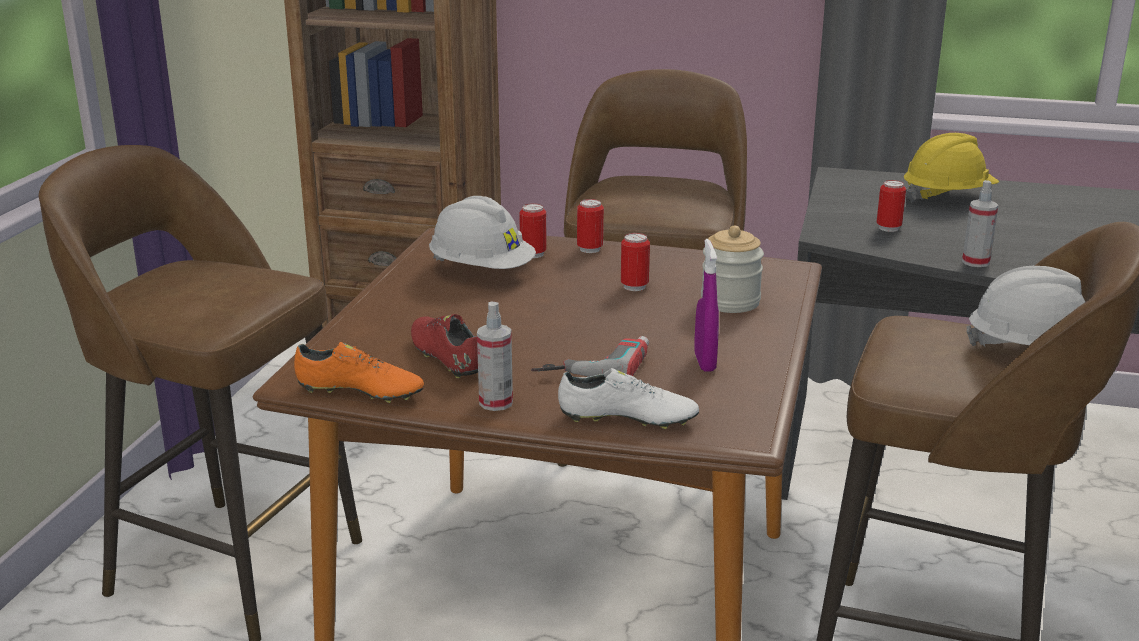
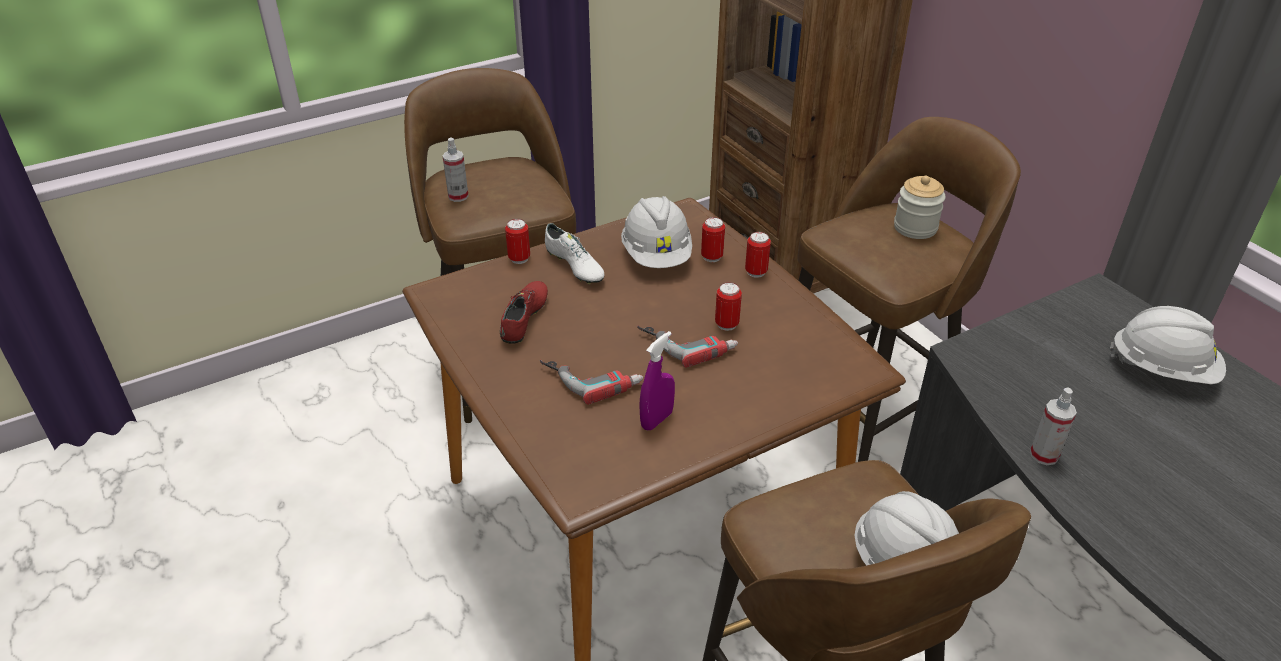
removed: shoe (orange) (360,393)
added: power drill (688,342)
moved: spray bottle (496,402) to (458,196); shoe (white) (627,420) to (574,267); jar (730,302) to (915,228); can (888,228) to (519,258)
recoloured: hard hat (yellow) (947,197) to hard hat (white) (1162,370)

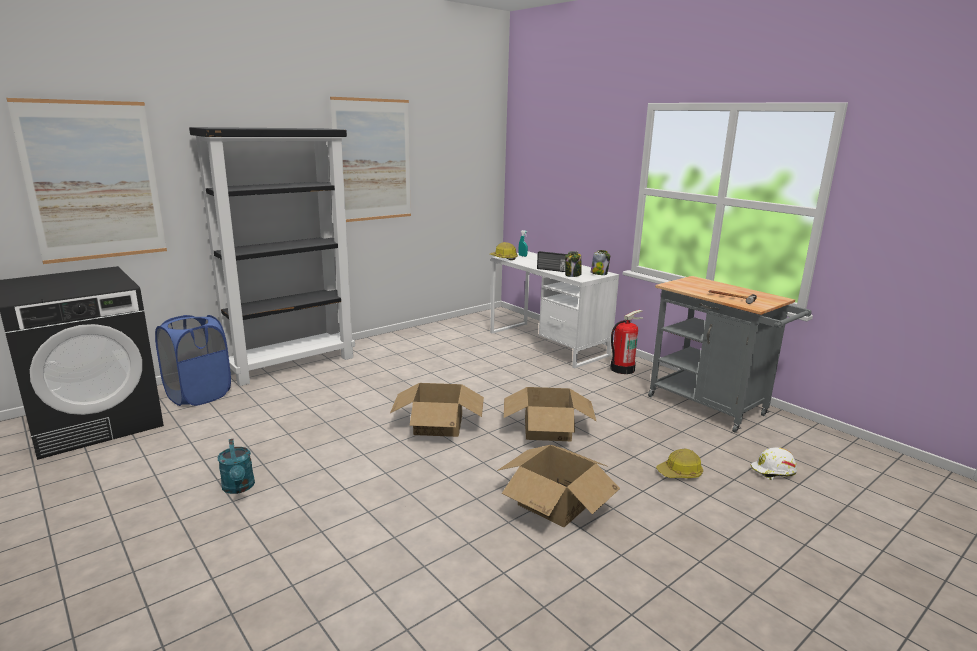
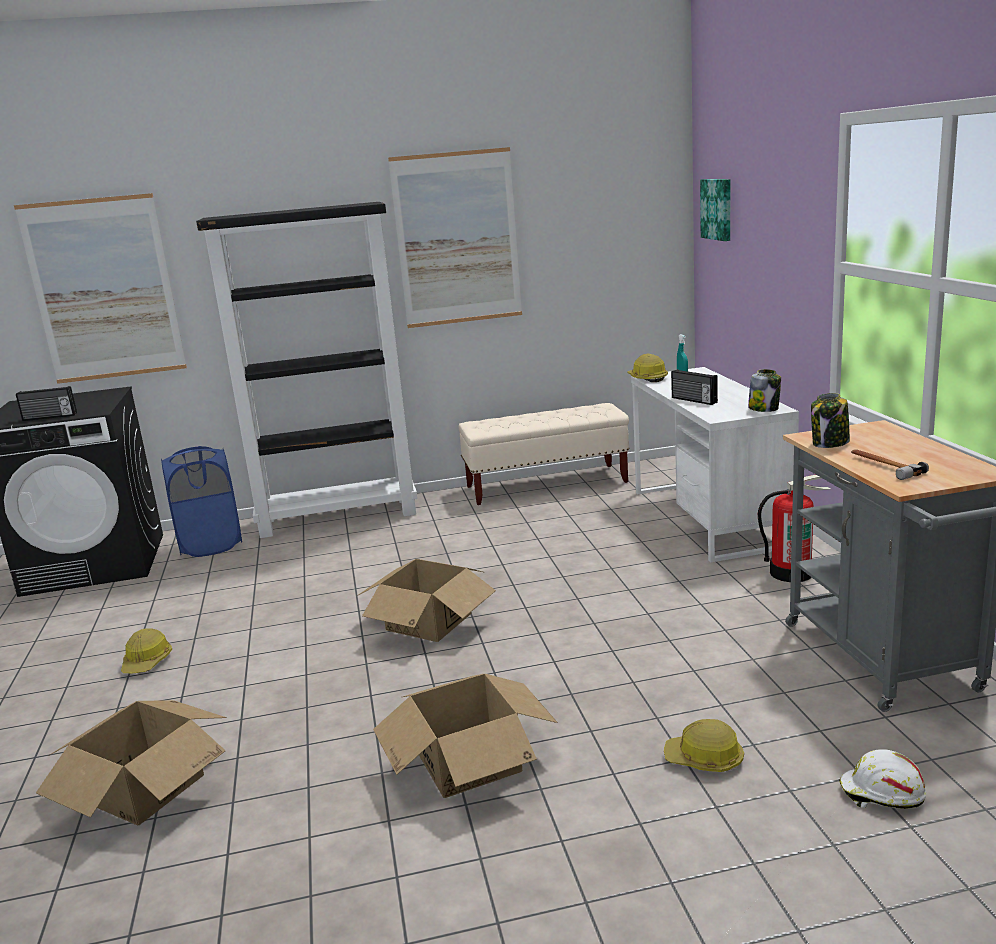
added: radio (49,417); bench (beige) (547,485); picture (718,209)
moved: cardboard box (547,429) to (145,787); jar (573,275) to (830,443)
replaced: watering can (turquoise) (239,488) to hard hat (147,662)

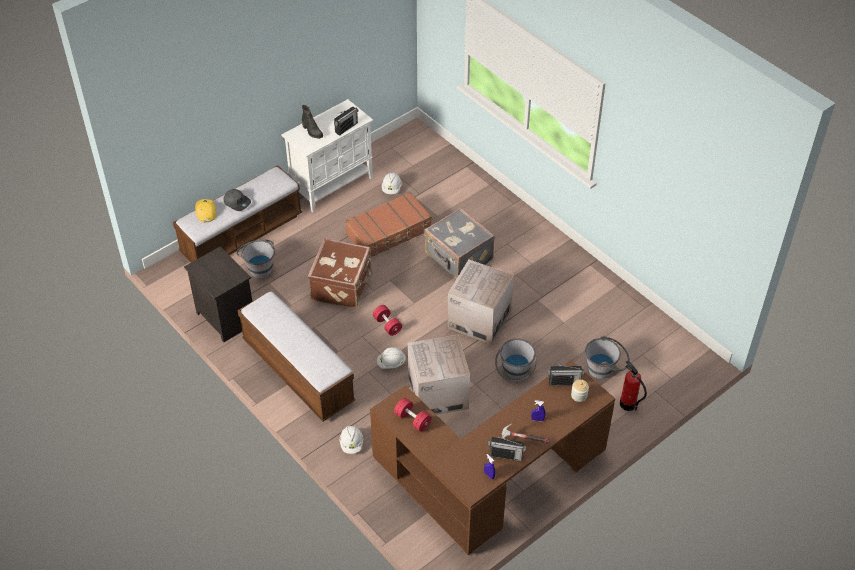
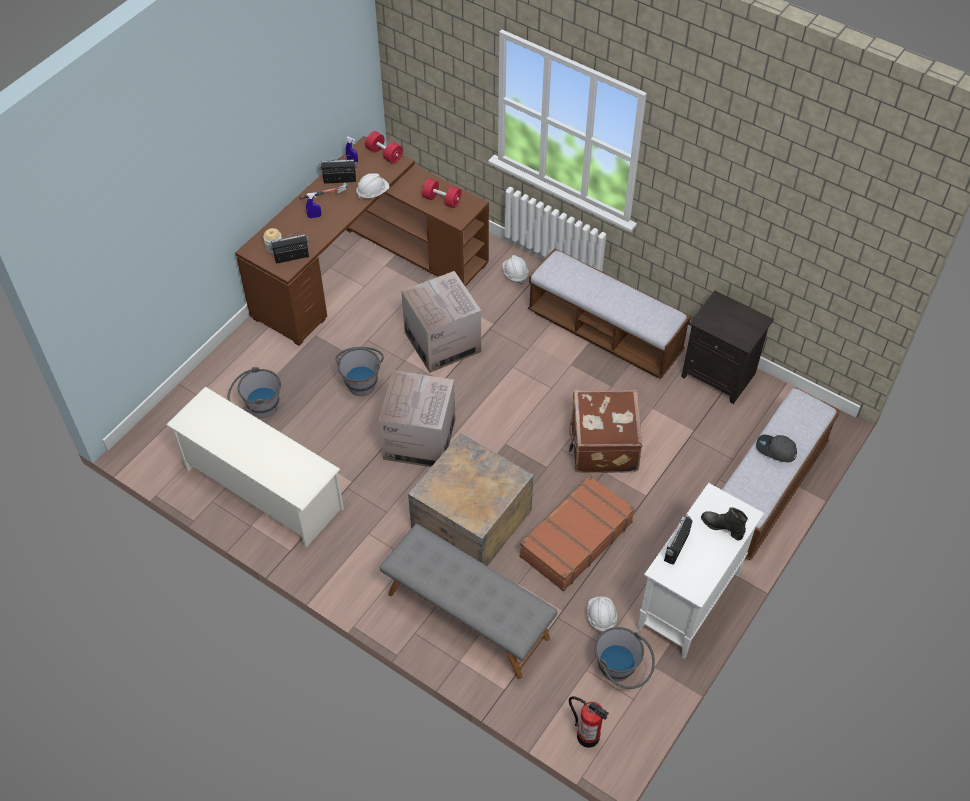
removed: cap (yellow) (205,212)
added: shoe rack (white) (262,489); bench (grey) (467,616)
moved: bucket (grey) (258,267) to (621,671); dumbbell (red) (387,325) to (384,154); hard hat (white) (391,363) to (373,192); fire extinguisher (627,404) to (588,736)
replaced: suitcase (grey) (458,258) to crate (469,519)

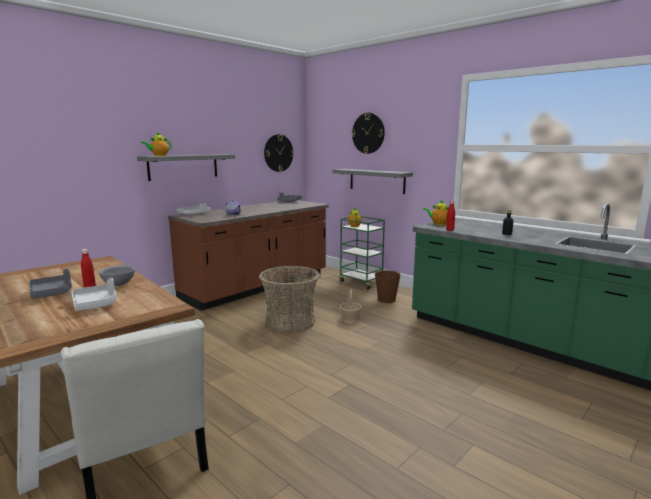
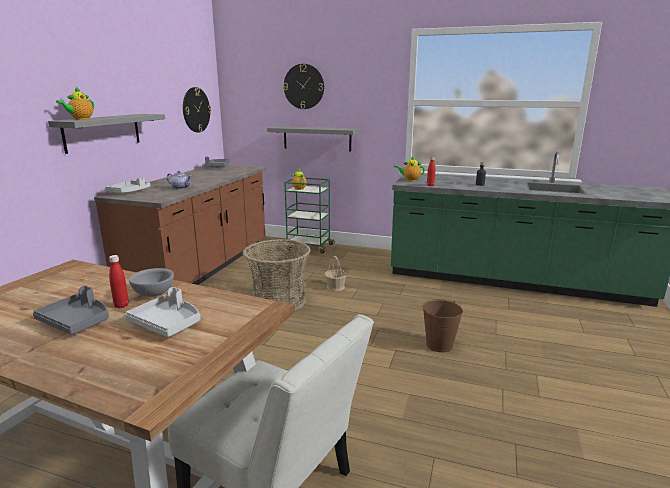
moved: bucket (brown) (386,300) to (439,345)

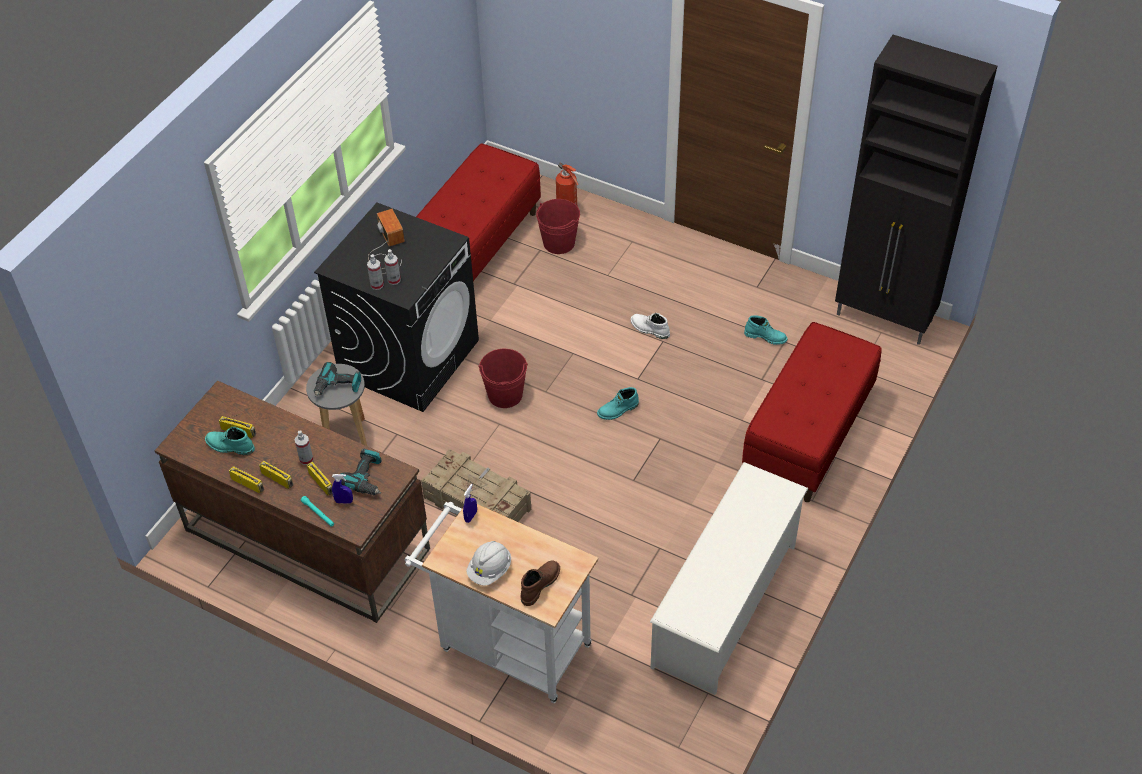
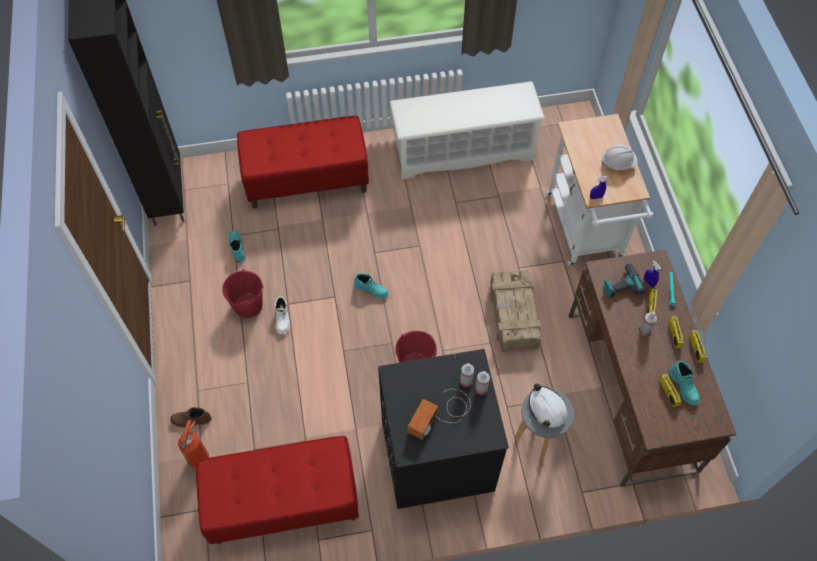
moved: boot (brown) (539,584) to (191,420); bucket (red) (559,243) to (248,305)
replaced: power drill (338,386) to hard hat (white) (547,408)

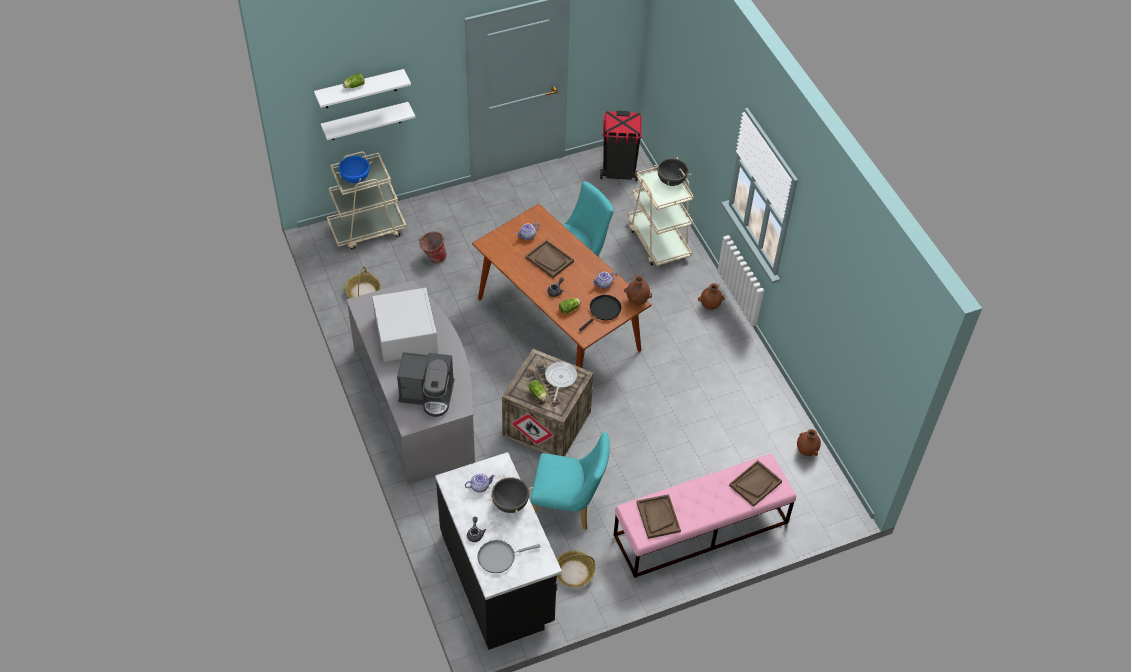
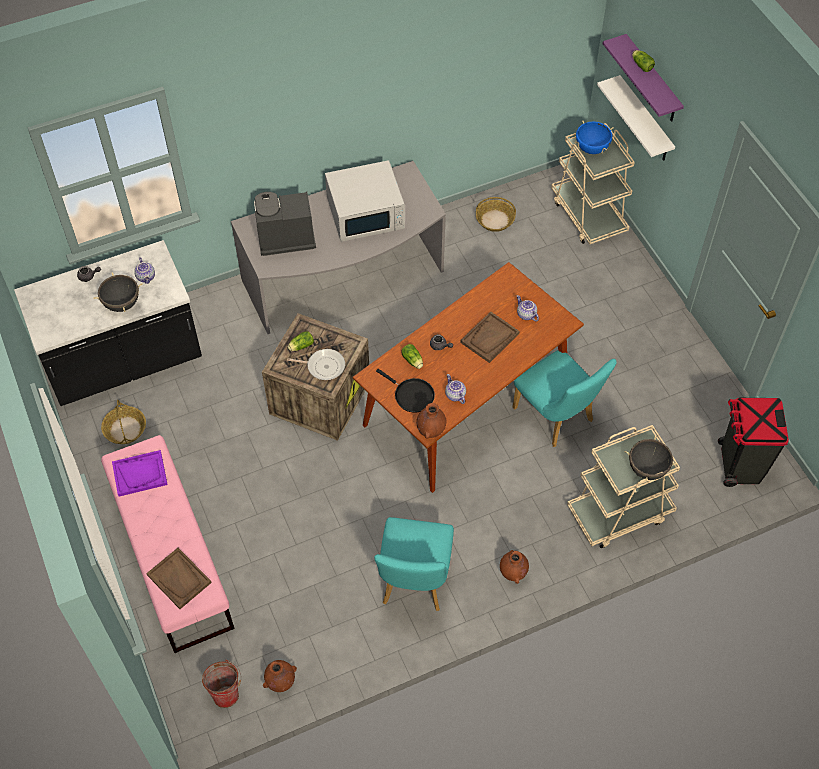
removed: frying pan (grey) (499,557)
moved: bucket (433,258) to (226,691); chair (turquoise) (568,507) to (414,583)
recoloured: shelf (white) (360,89) to shelf (purple) (652,80); tray (brown) (658,517) to tray (purple) (140,474)
turned: coffee machine (428,395) = (284,238) 75 degrees clockwise

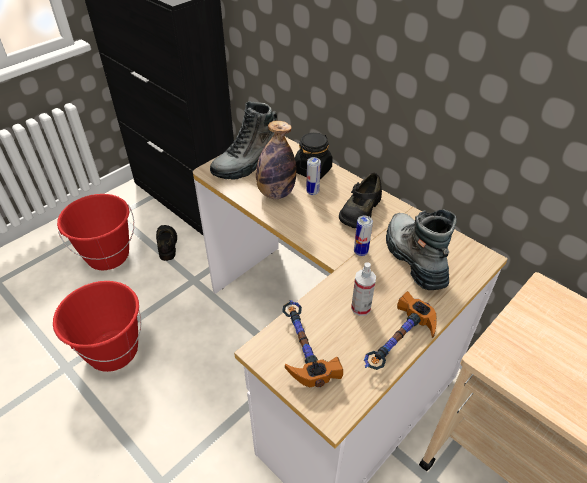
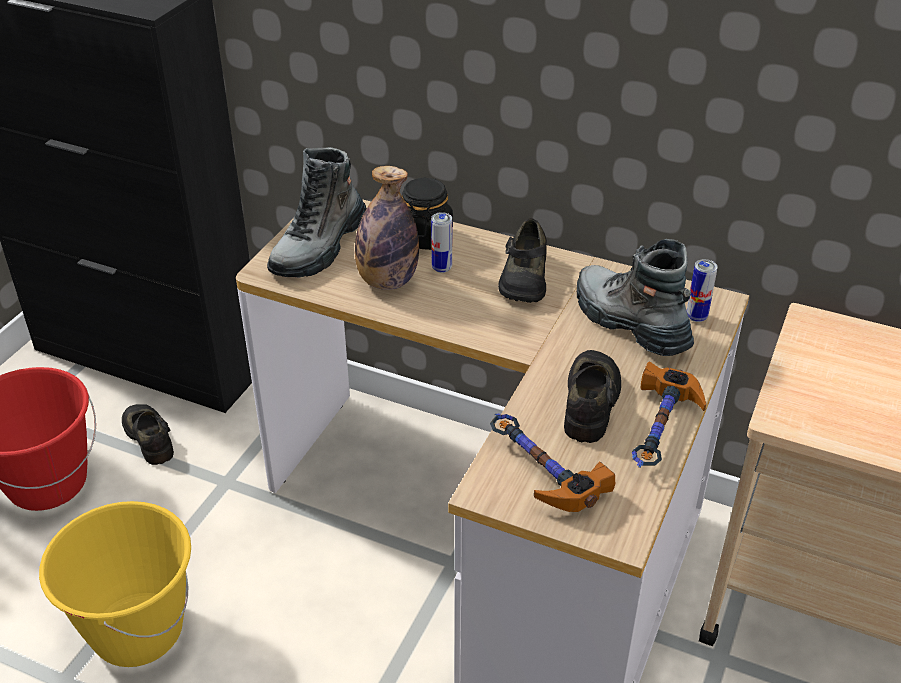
moved: can (360,252) to (696,317)
replaced: spray bottle (361,308) to shoe (black) (591,402)
recoloured: bucket (red) (113,351) to bucket (yellow) (137,631)

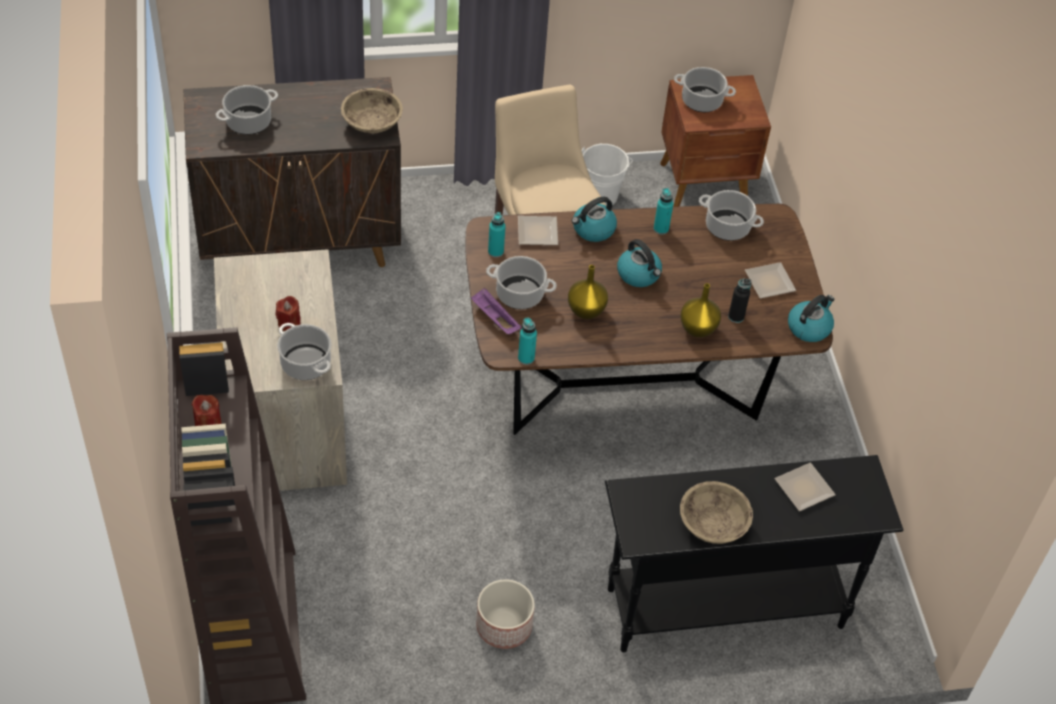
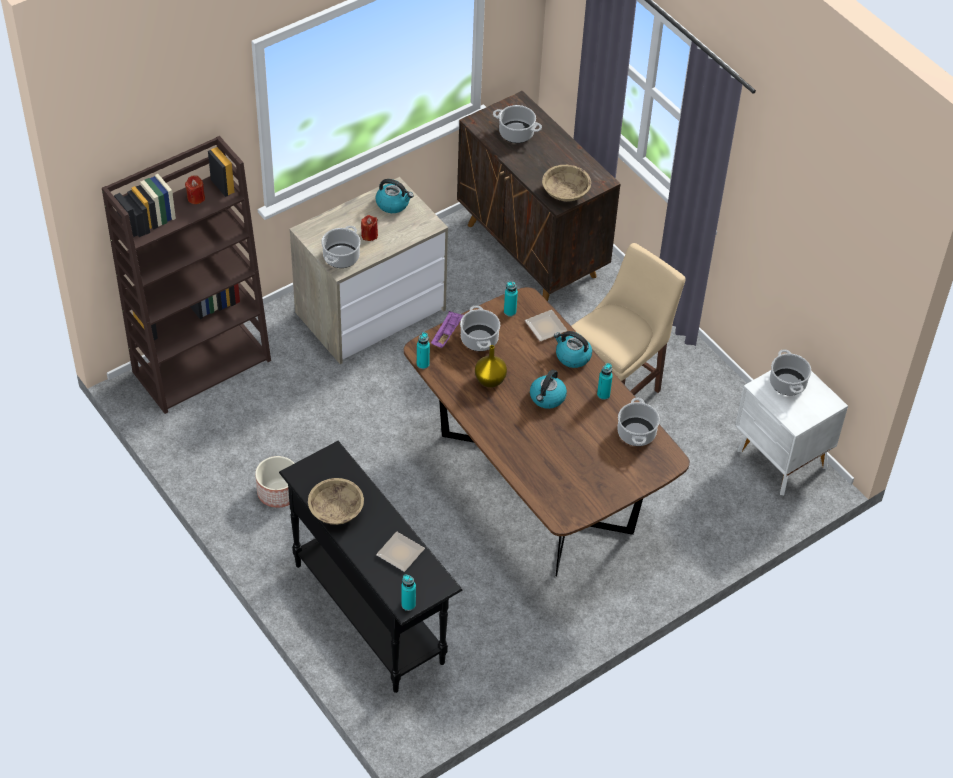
removed: bucket (white) (602,193); vase (yellow) (697,328); bottle (black) (736,317); plate (771,283)
added: bottle (turquoise) (408,605)
moved: kettle (809,327) to (393,204)
recoloured: nightstand (brown) (705,185) to nightstand (white) (781,460)

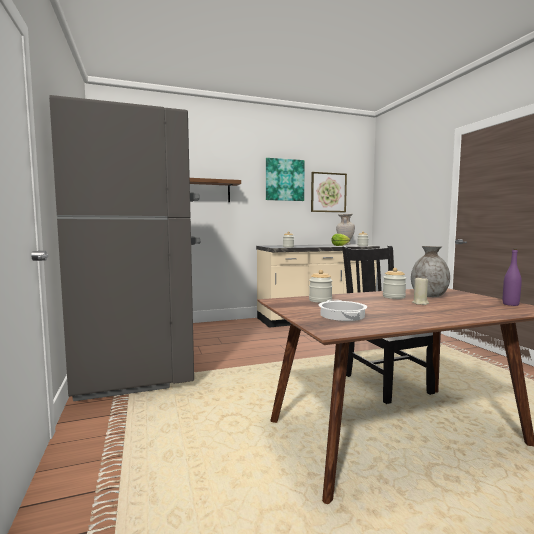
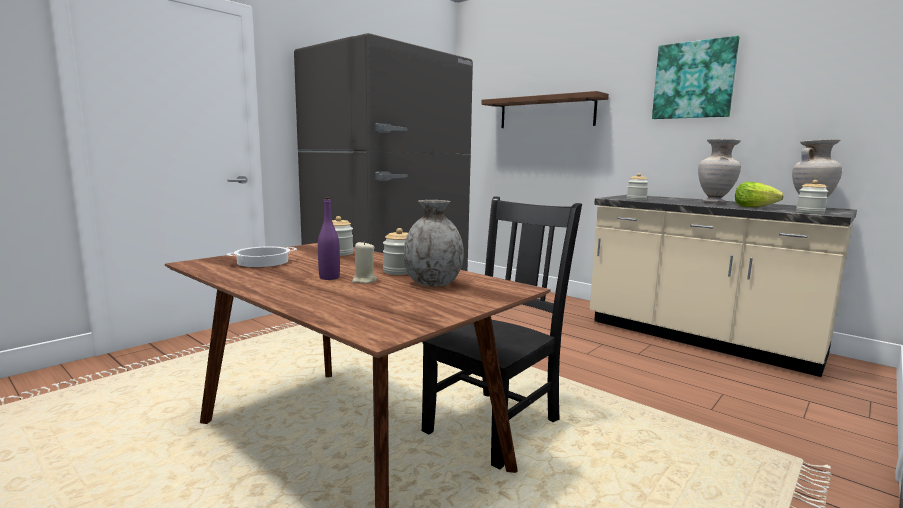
removed: picture (328,192)
added: vase (beige) (715,203)
moved: bottle (purple) (510,304) to (329,277)

